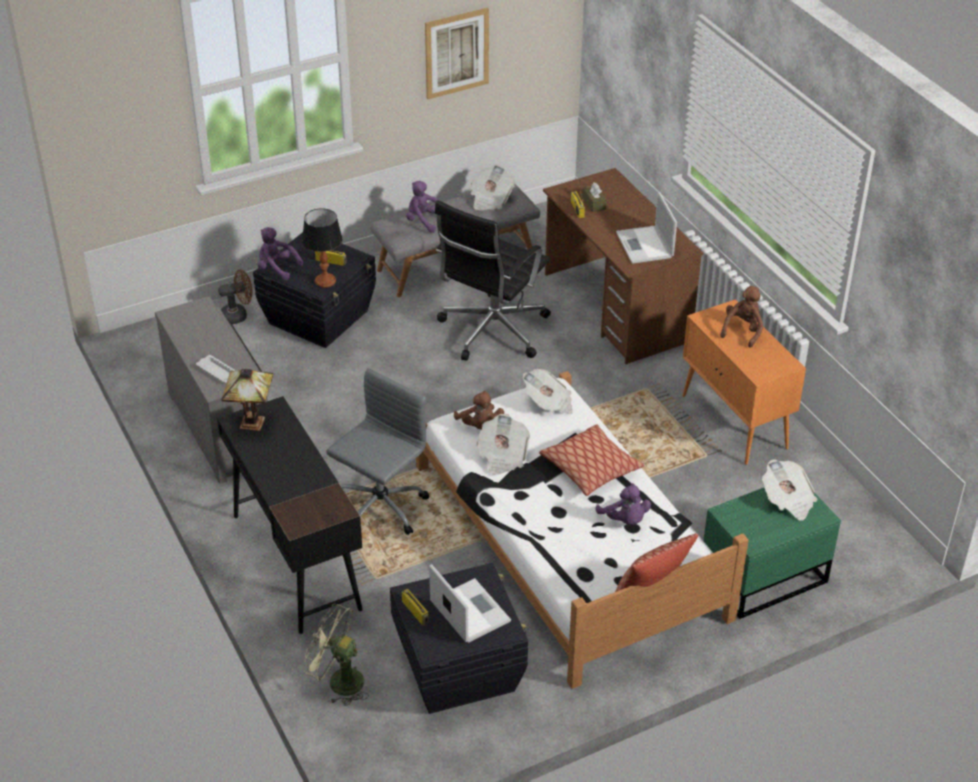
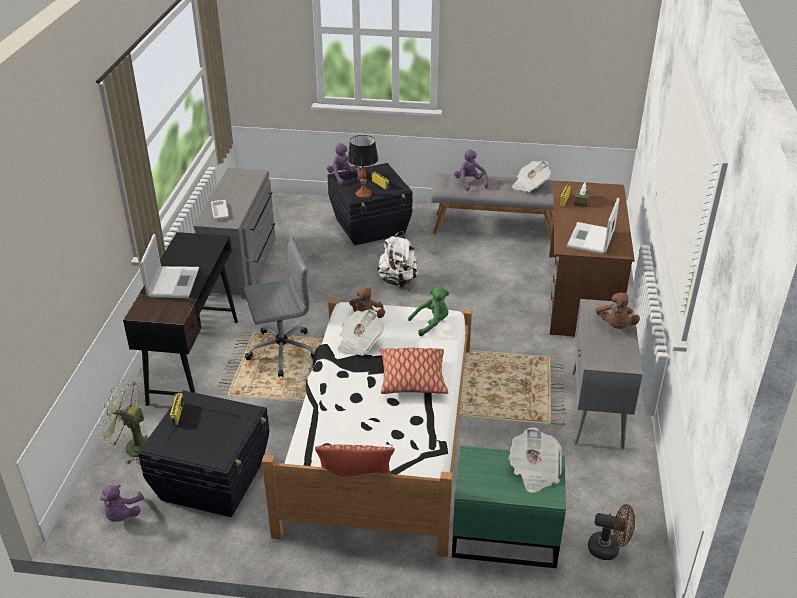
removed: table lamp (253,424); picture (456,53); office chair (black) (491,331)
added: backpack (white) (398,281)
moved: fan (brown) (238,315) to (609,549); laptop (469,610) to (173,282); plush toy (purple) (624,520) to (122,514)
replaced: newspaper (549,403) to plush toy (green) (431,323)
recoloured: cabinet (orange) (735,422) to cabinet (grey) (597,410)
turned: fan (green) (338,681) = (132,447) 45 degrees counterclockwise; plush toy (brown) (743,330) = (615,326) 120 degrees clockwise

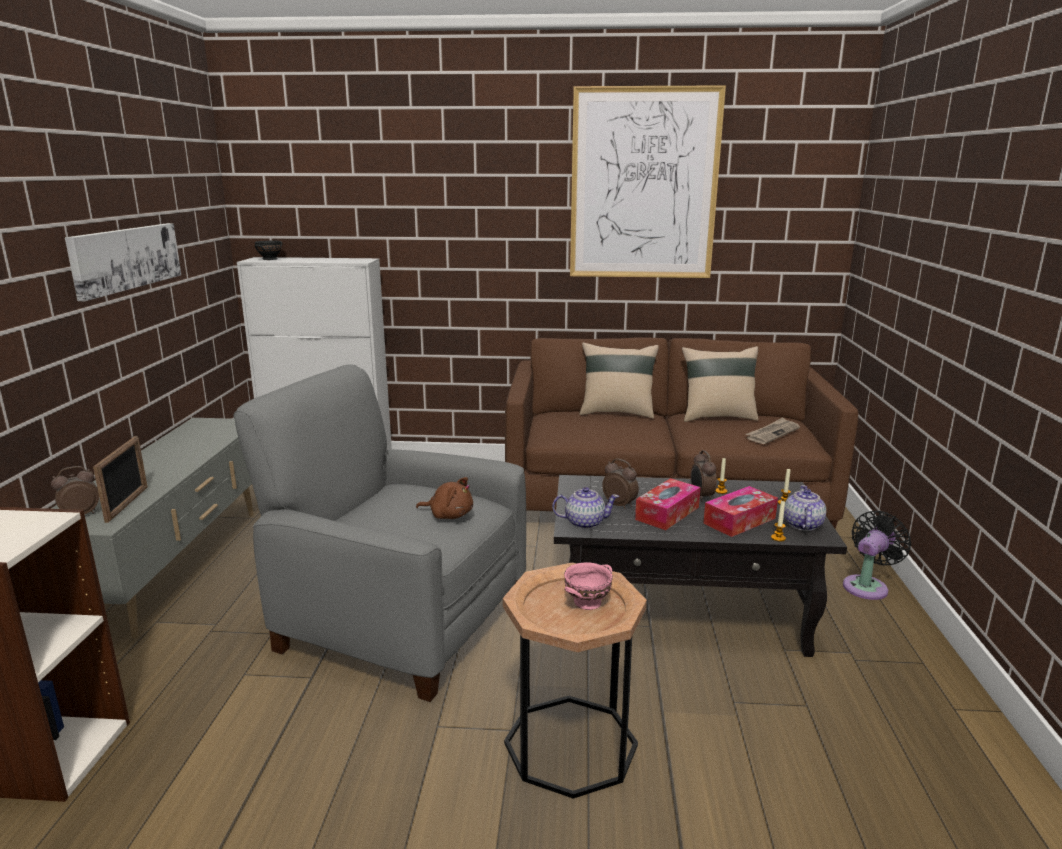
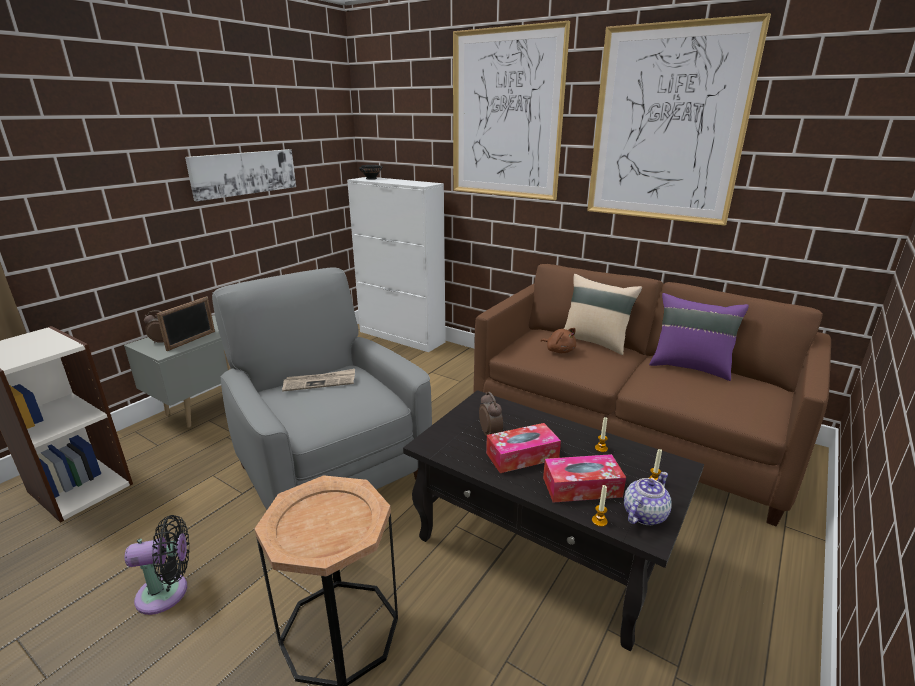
removed: teapot (584,522); bowl (pink) (588,602); alarm clock (701,496)
added: picture (506,115)
moved: plush toy (brown) (449,515) to (559,350); newspaper (772,433) to (320,382); fan (black) (867,586) to (168,592)
recoloured: pillow (beige) (717,416) to pillow (purple) (690,367)

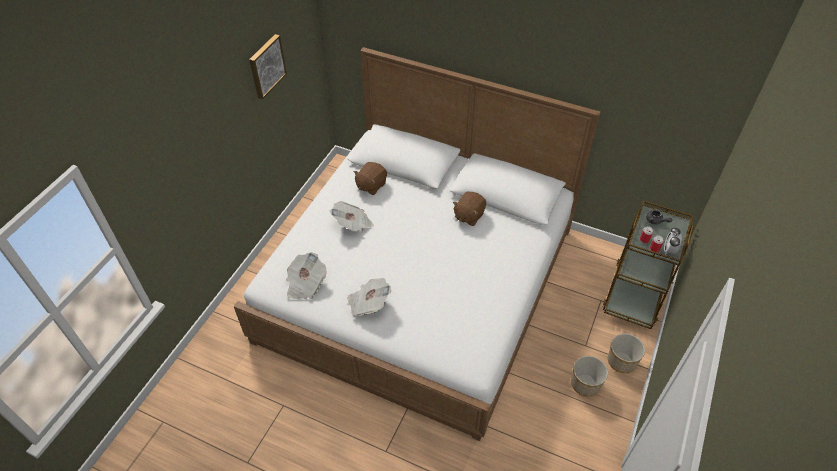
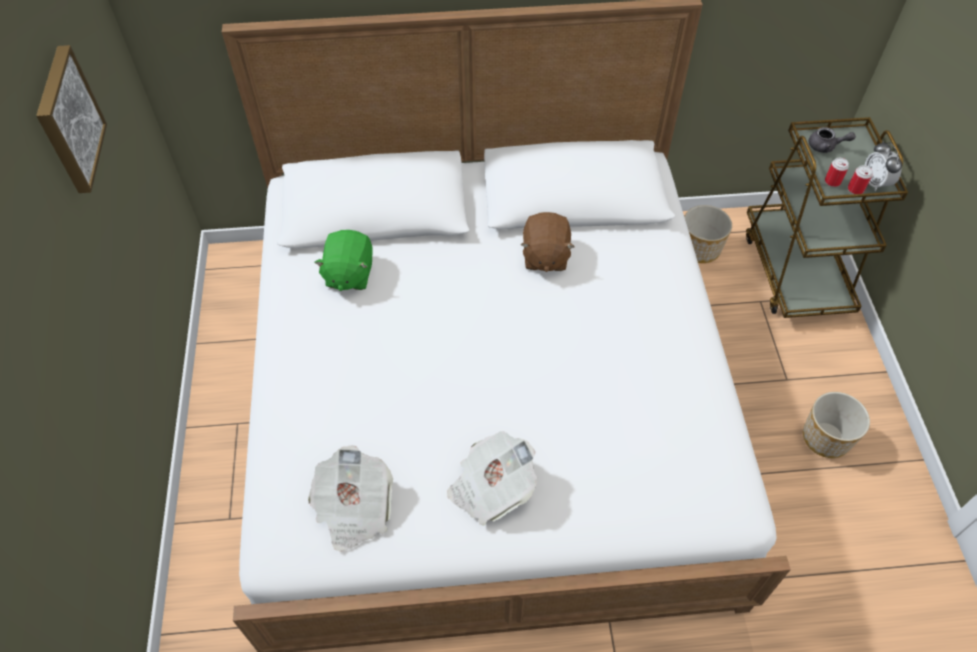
removed: newspaper (353,224)
moved: planter (621,361) to (700,248)
recoloured: plush toy (brown) (371,185) to plush toy (green) (348,274)

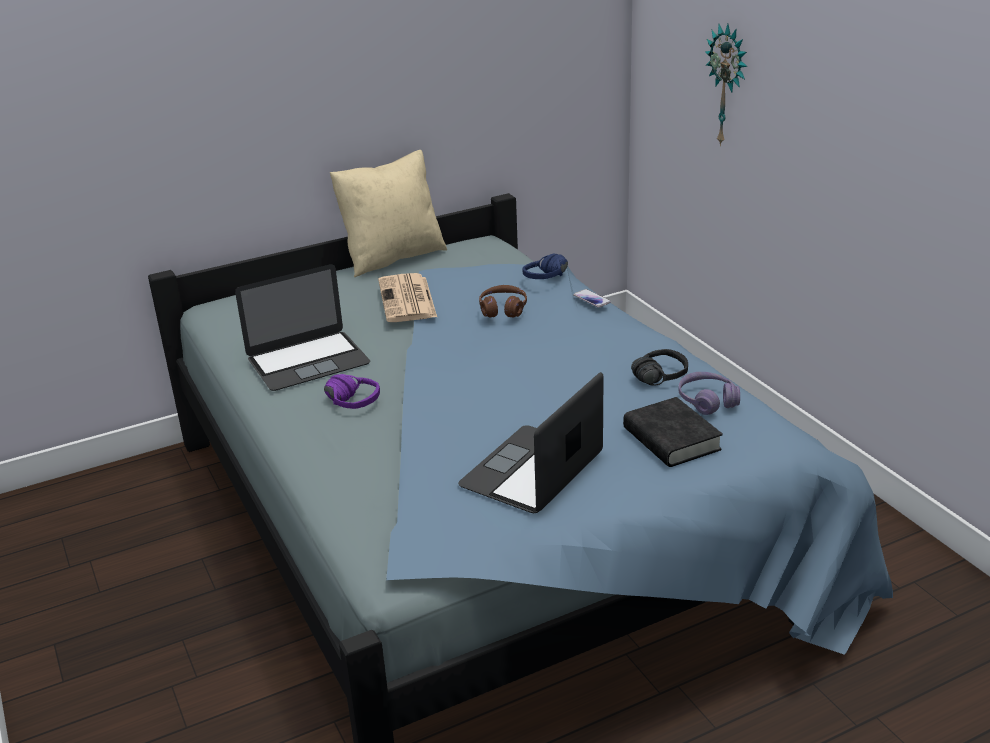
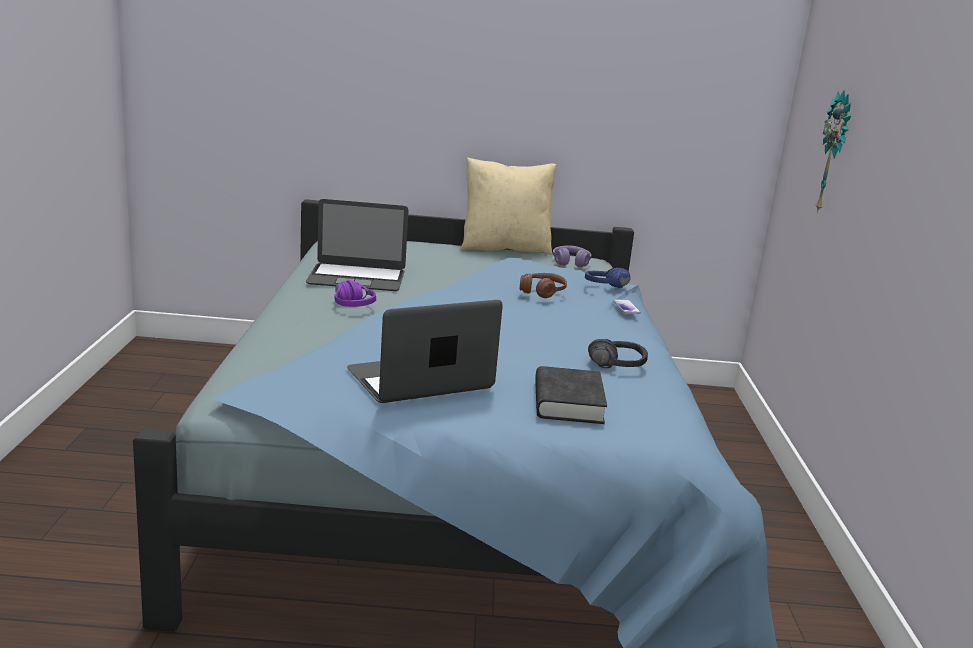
removed: newspaper (408,300)
moved: headphones (purple) (707,401) to (571,262)

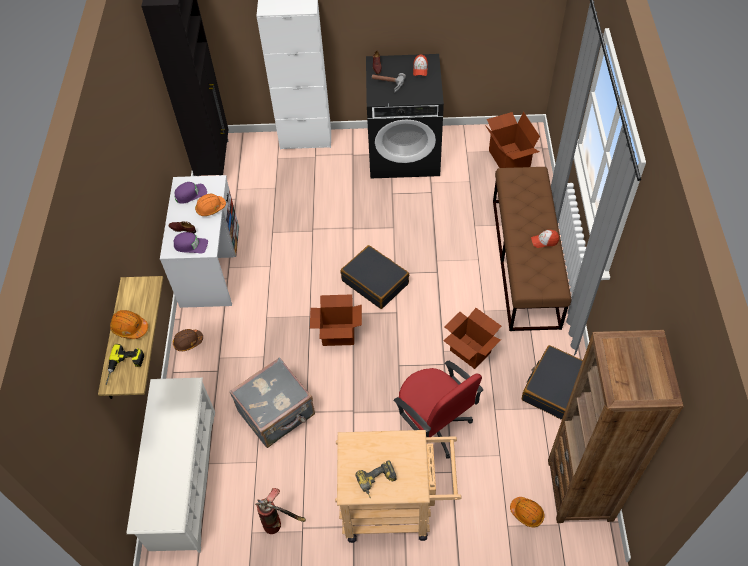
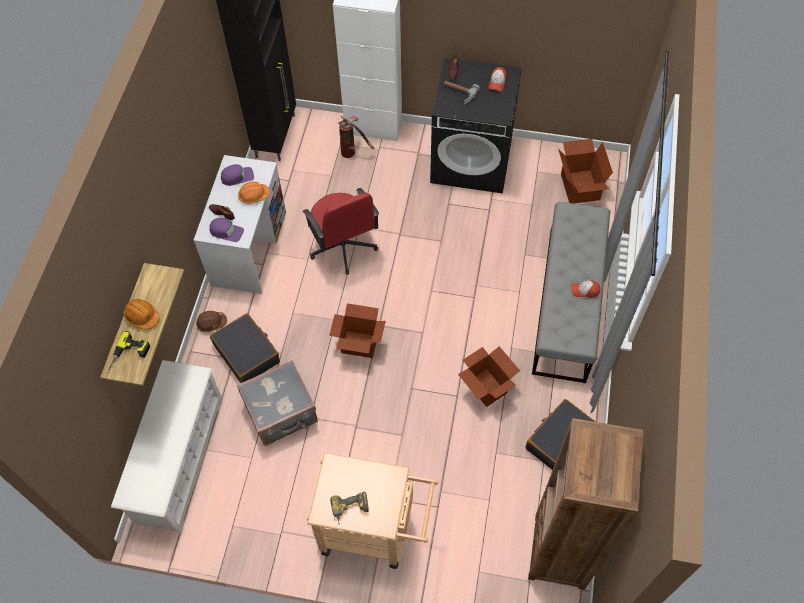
removed: hard hat (orange) (527,513)
moved: fire extinguisher (279,523) to (353,152); suitcase (black) (375,282) to (247,353); office chair (red) (433,425) to (343,247)
recoloured: bench (brown) (525,262) to bench (grey) (567,304)

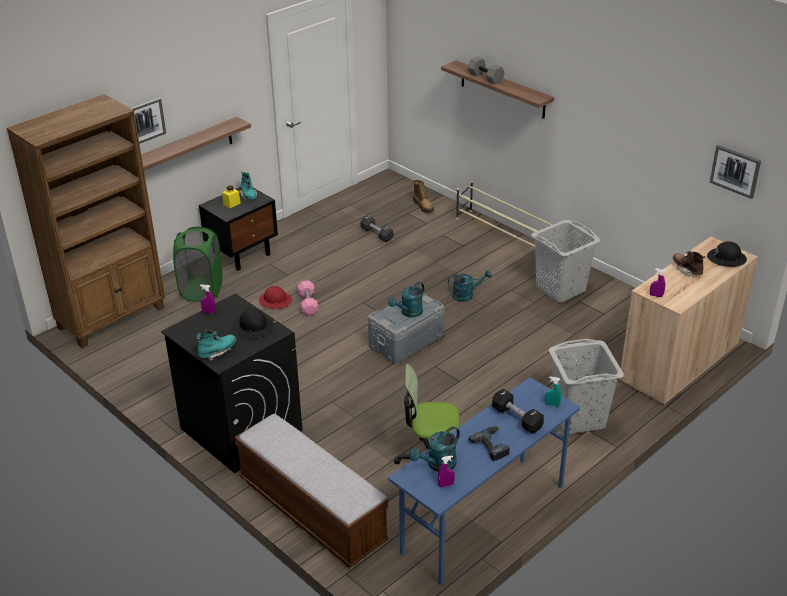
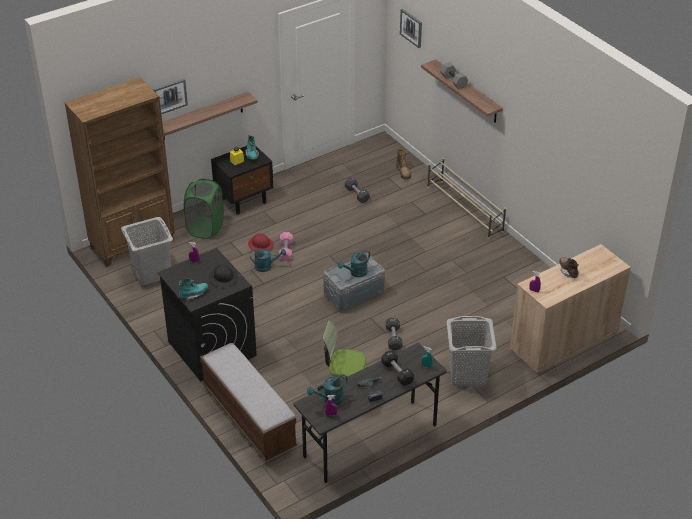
removed: hard hat (black) (726,258)
added: dumbbell (black) (393,338)
moved: watering can (turquoise) (466,295) to (266,266); laundry basket (grey) (561,289) to (152,273); picture (735,171) to (411,28)
recoloured: desk (blue) (484,520) to desk (grey) (370,441)

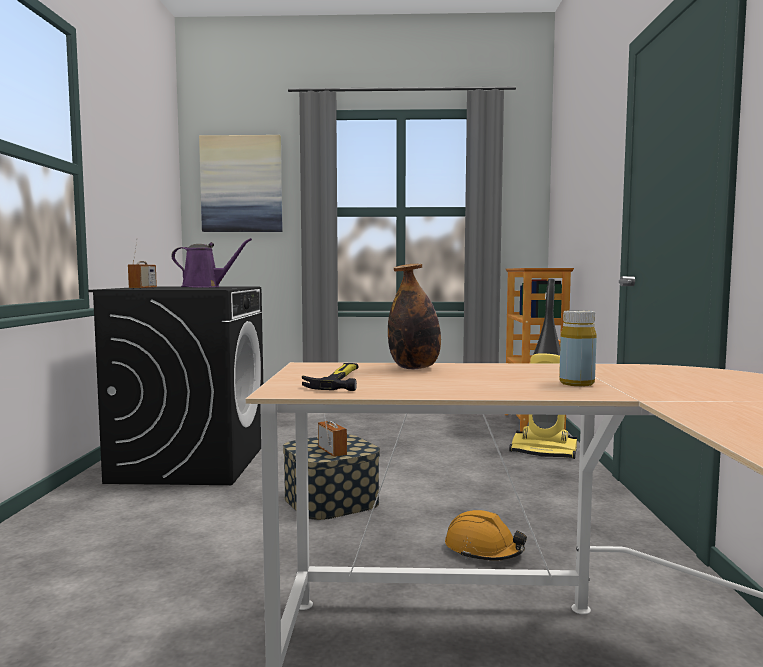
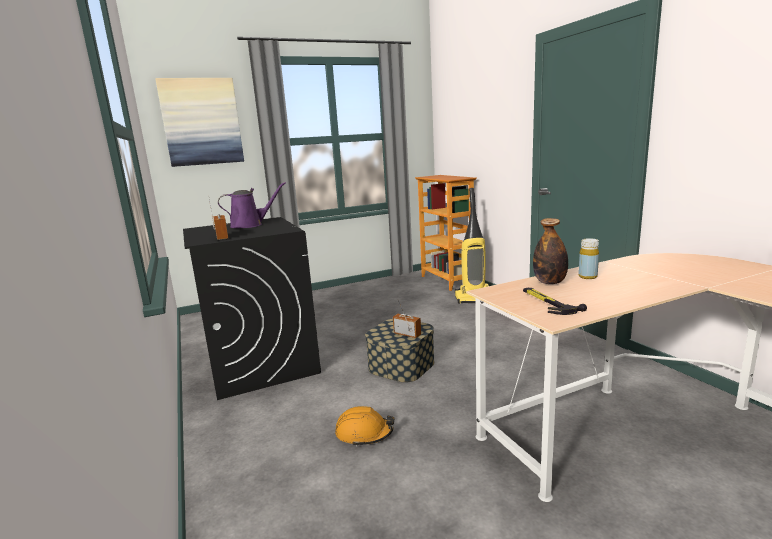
moved: hard hat (orange) (483,550) to (364,433); bottle (yellow) (576,383) to (587,277)

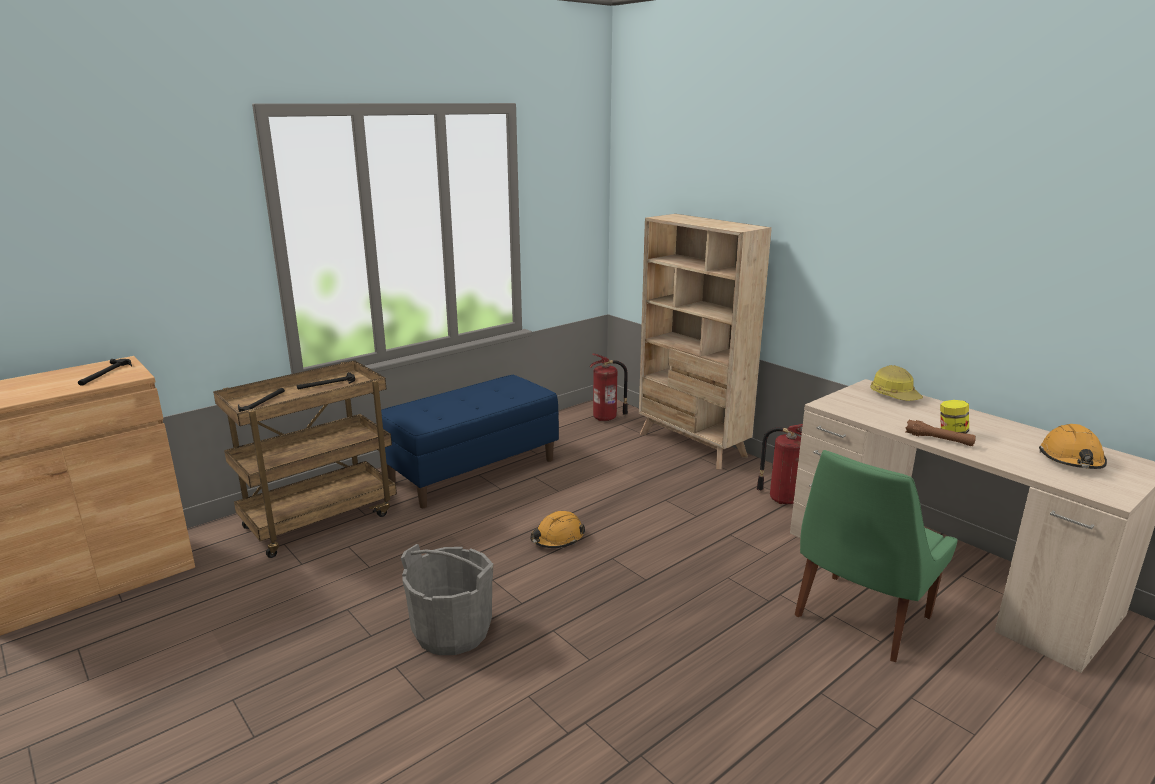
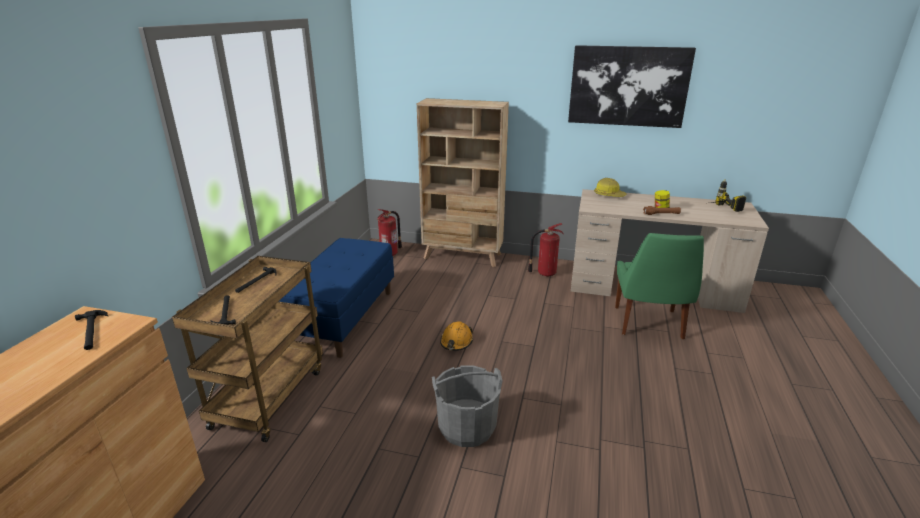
added: picture (628,86)
replaced: hard hat (orange) (1071,459) to power drill (718,209)

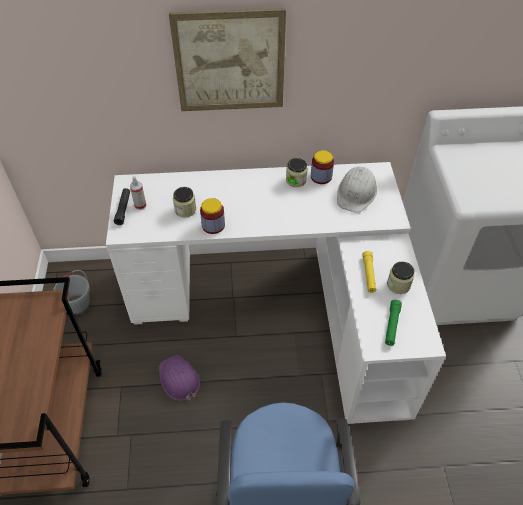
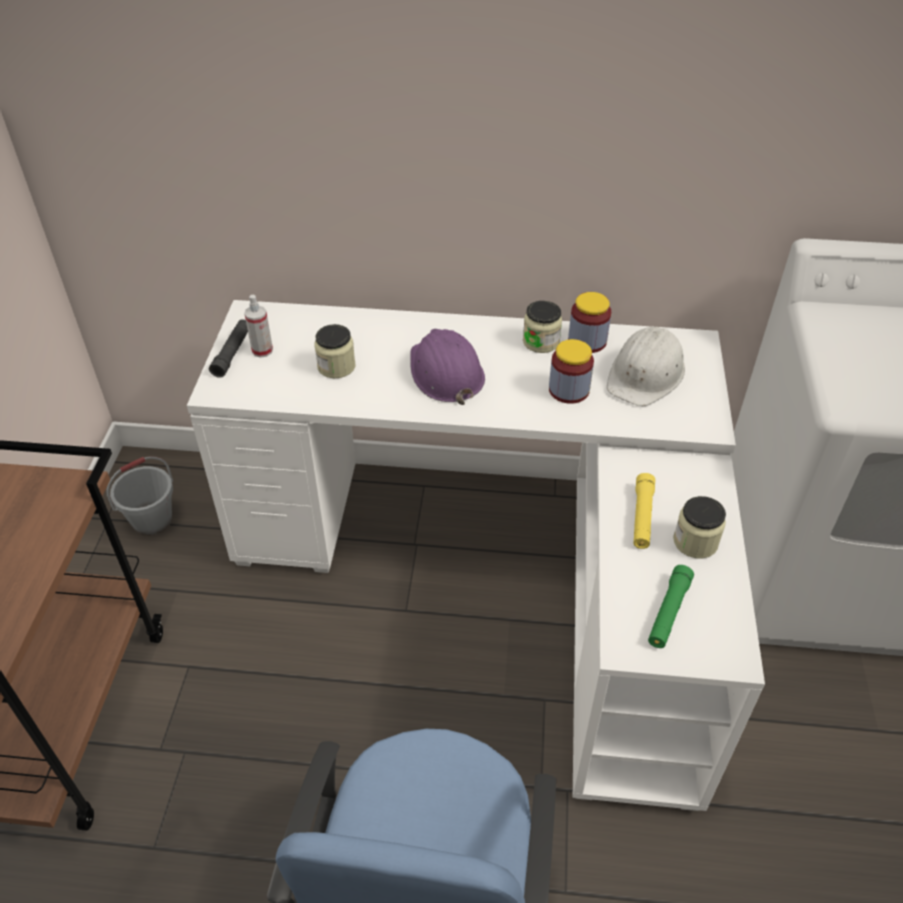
removed: picture (230,61)
moved: hard hat (purple) (179,379) to (445,373); jar (213,225) to (569,390)

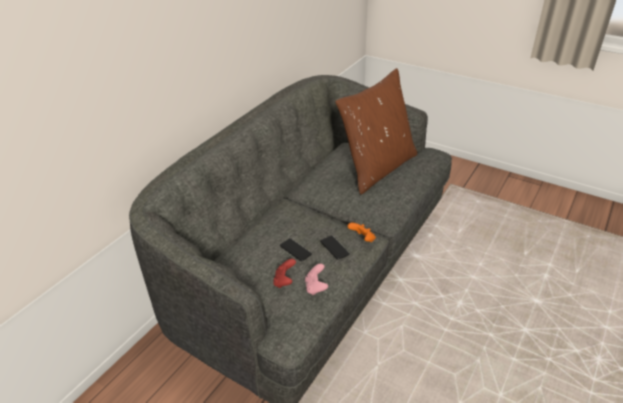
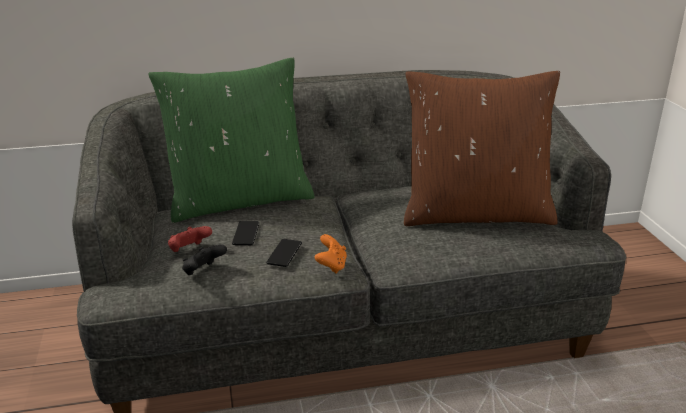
added: pillow (green) (239,200)
recoloured: game controller (pink) (316,287) to game controller (black) (203,272)

